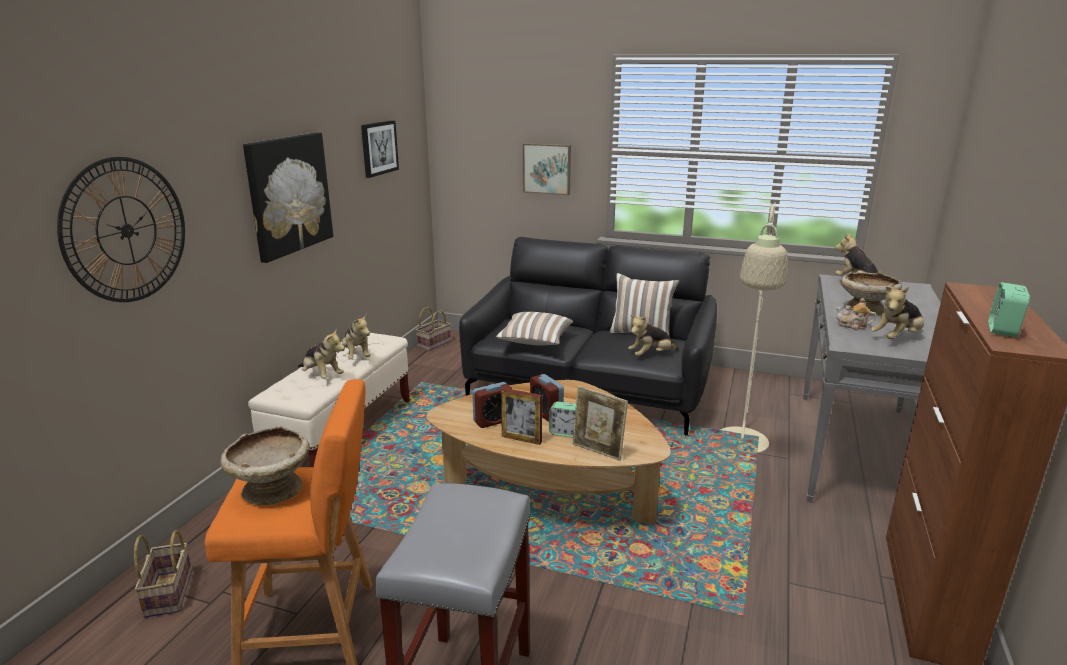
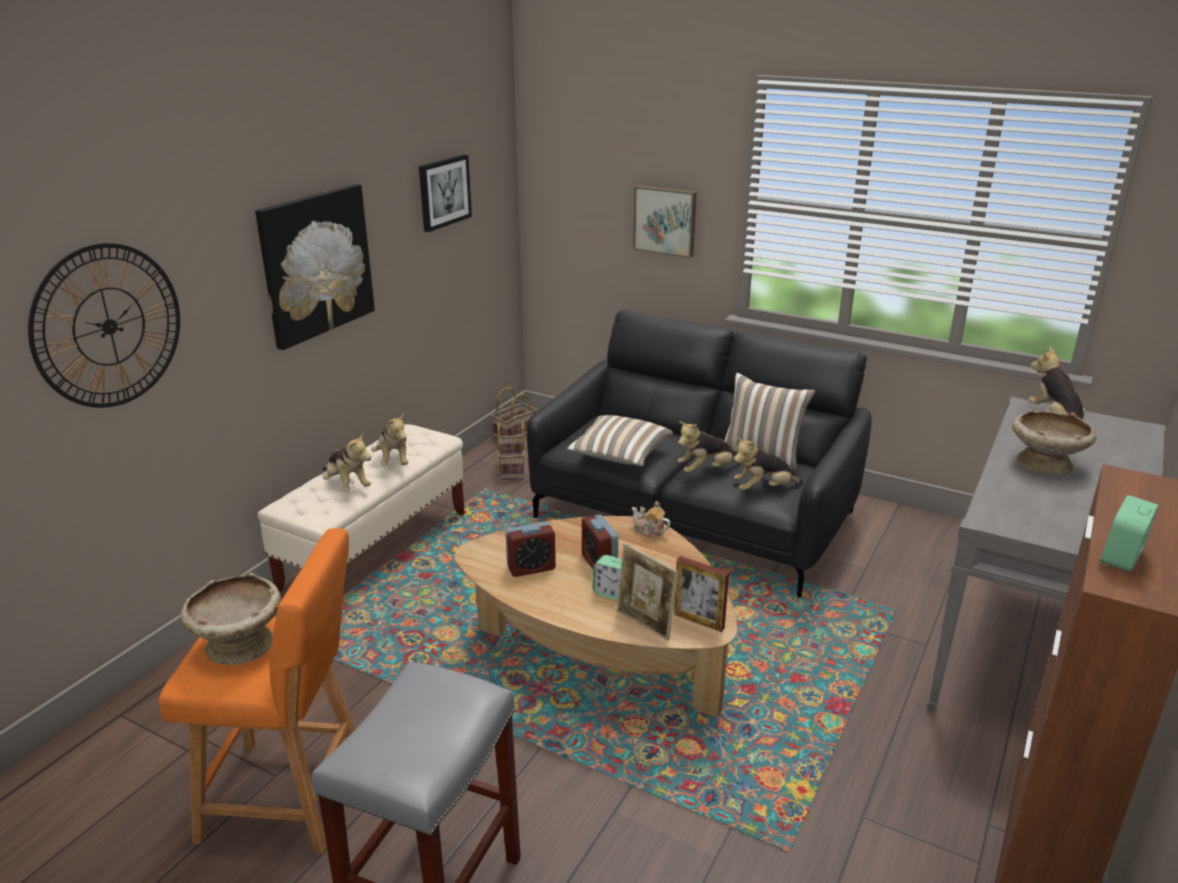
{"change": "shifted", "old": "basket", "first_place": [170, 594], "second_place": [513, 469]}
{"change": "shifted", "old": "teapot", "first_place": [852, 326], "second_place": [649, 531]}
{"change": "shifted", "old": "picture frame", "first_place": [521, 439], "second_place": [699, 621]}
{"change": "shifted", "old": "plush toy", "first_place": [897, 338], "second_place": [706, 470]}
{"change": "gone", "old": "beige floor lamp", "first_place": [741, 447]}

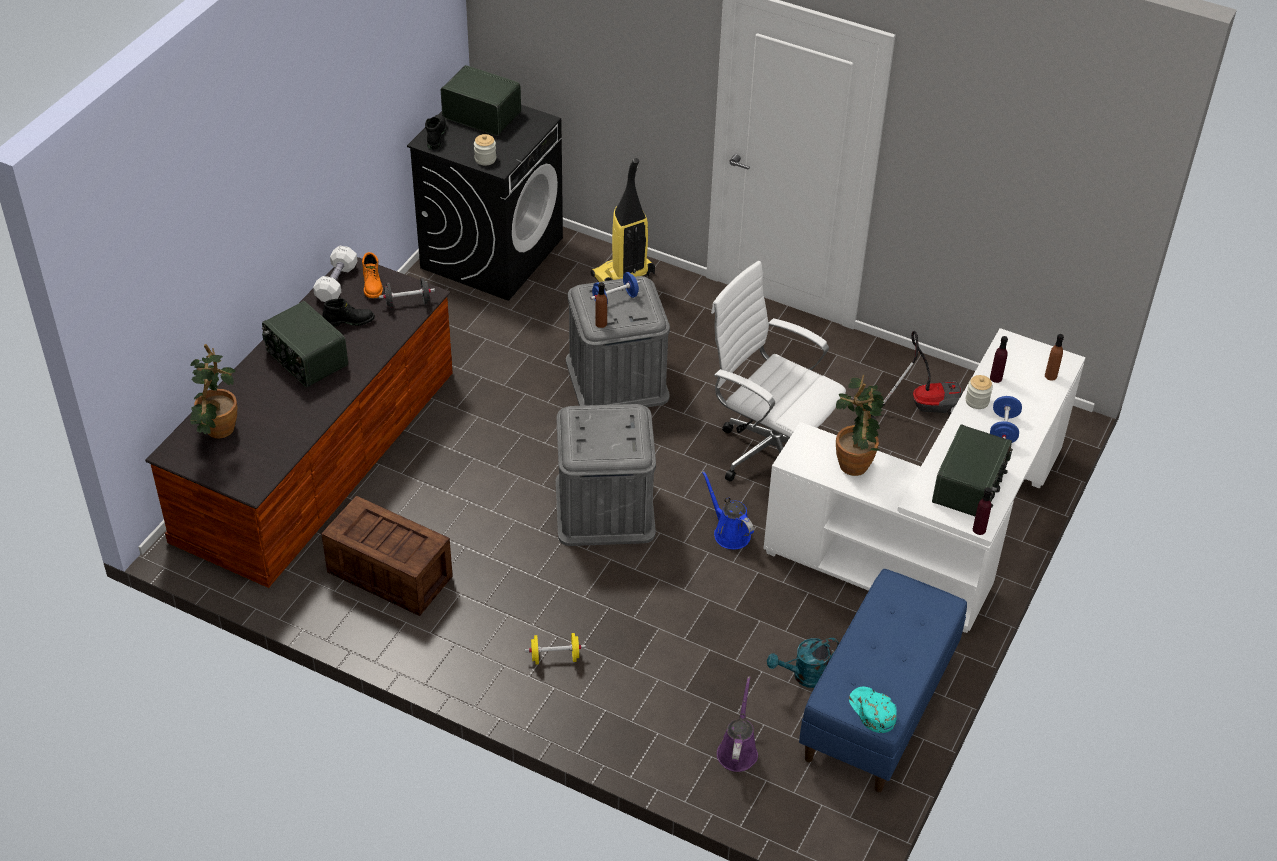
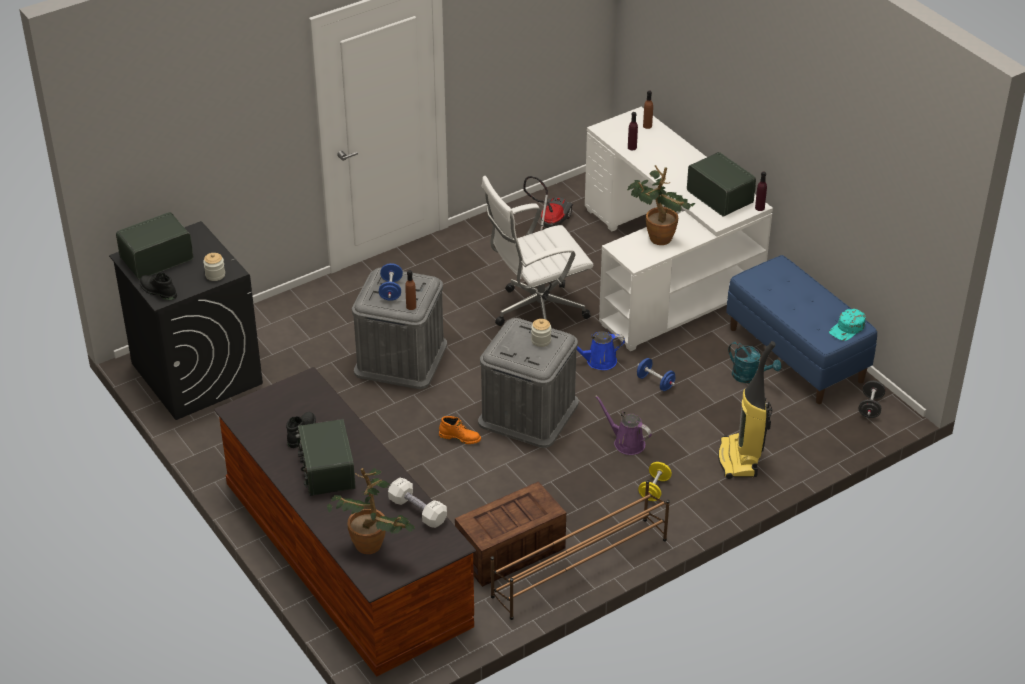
{"change": "rotated", "old": "radio", "first_place": [306, 359], "second_place": [326, 470], "degrees": 90}
{"change": "shifted", "old": "white dumbbell", "first_place": [336, 283], "second_place": [417, 511]}
{"change": "shifted", "old": "orange boot", "first_place": [373, 285], "second_place": [460, 437]}
{"change": "new", "new": "brown shoe rack", "second_place": [579, 568]}
{"change": "shifted", "old": "jar", "first_place": [977, 401], "second_place": [541, 341]}
{"change": "shifted", "old": "purple watering can", "first_place": [737, 750], "second_place": [626, 442]}
{"change": "shifted", "old": "blue dumbbell", "first_place": [1003, 429], "second_place": [655, 382]}
{"change": "shifted", "old": "vacuum cleaner", "first_place": [623, 276], "second_place": [740, 459]}
{"change": "rotated", "old": "turquoise watering can", "first_place": [804, 676], "second_place": [750, 376], "degrees": -60}
{"change": "rotated", "old": "turquoise cap", "first_place": [872, 711], "second_place": [847, 329], "degrees": -45}
{"change": "shifted", "old": "black dumbbell", "first_place": [407, 303], "second_place": [870, 407]}

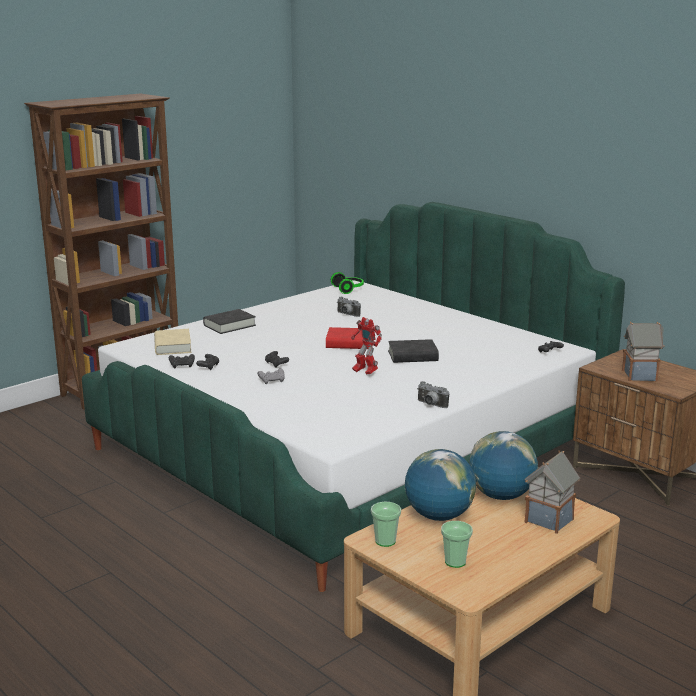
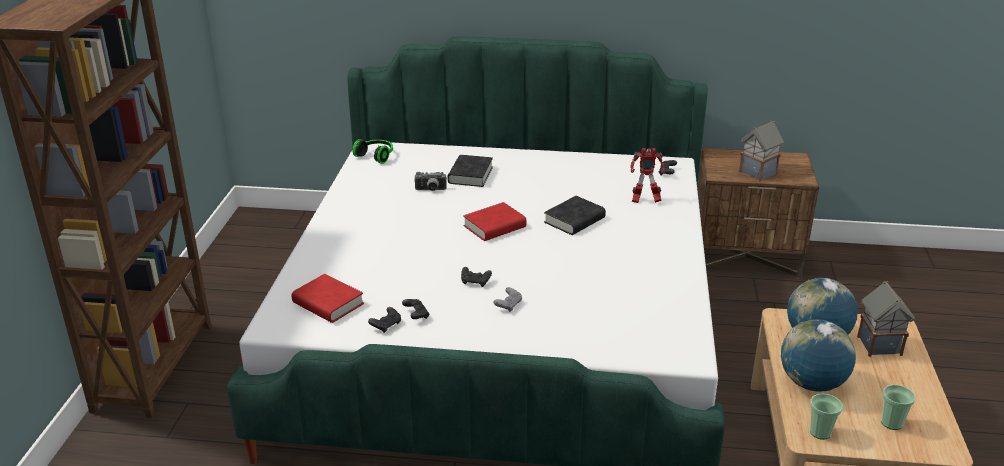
{"change": "repainted", "old": "beige book", "new": "red book", "first_place": [172, 346], "second_place": [328, 303]}
{"change": "shifted", "old": "black book", "first_place": [229, 325], "second_place": [470, 175]}
{"change": "shifted", "old": "toy robot", "first_place": [364, 372], "second_place": [644, 201]}
{"change": "gone", "old": "photo camera", "first_place": [430, 405]}

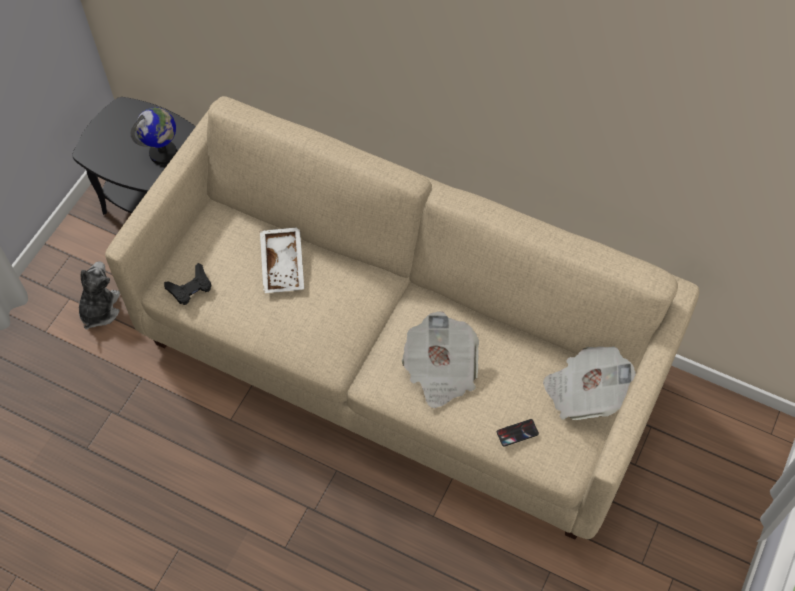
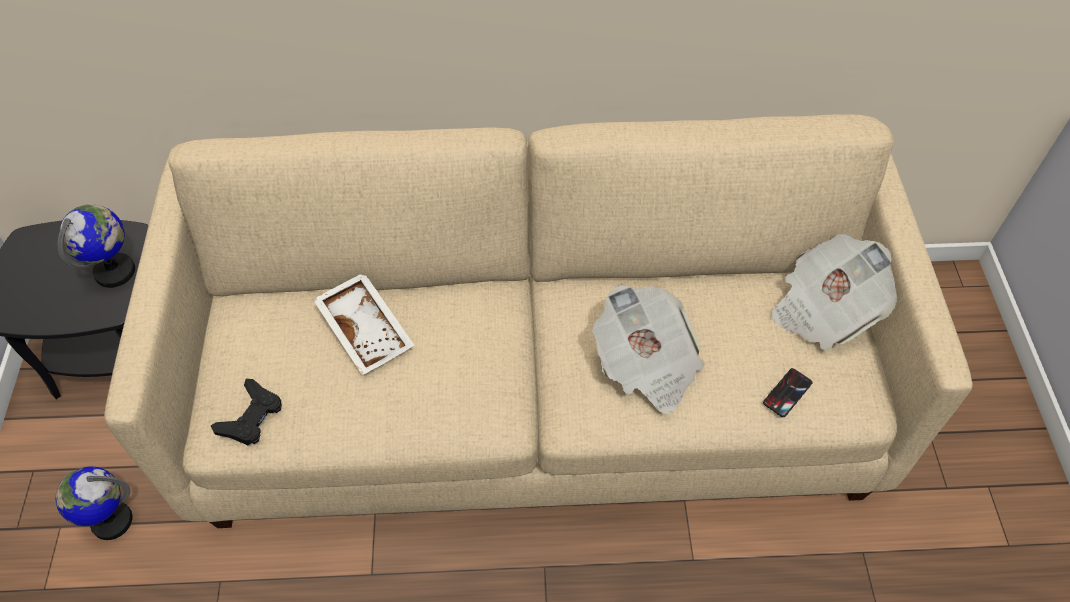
{"change": "swapped", "old": "plush toy", "new": "globe", "first_place": [99, 309], "second_place": [111, 521]}

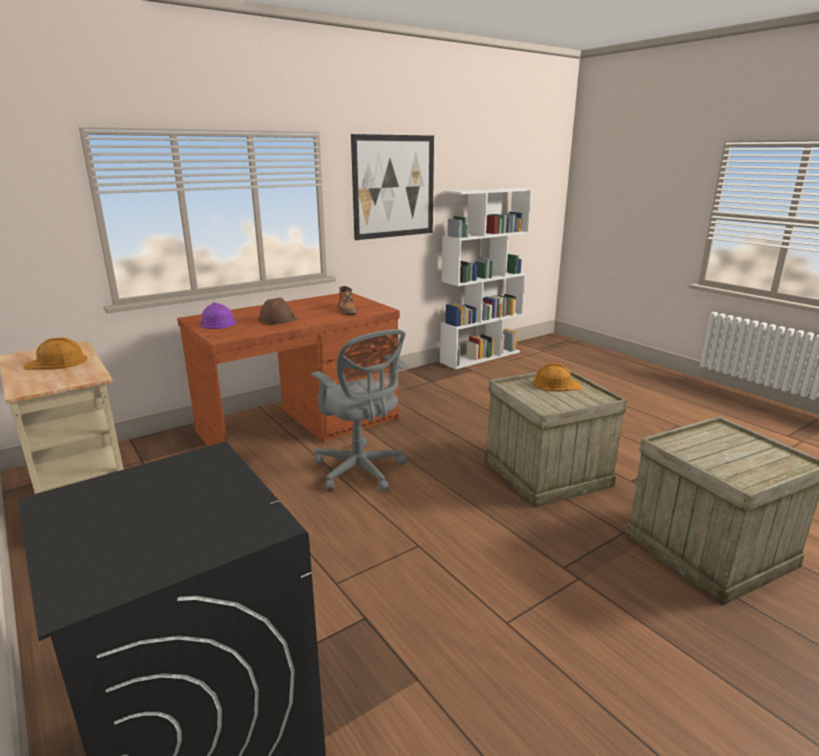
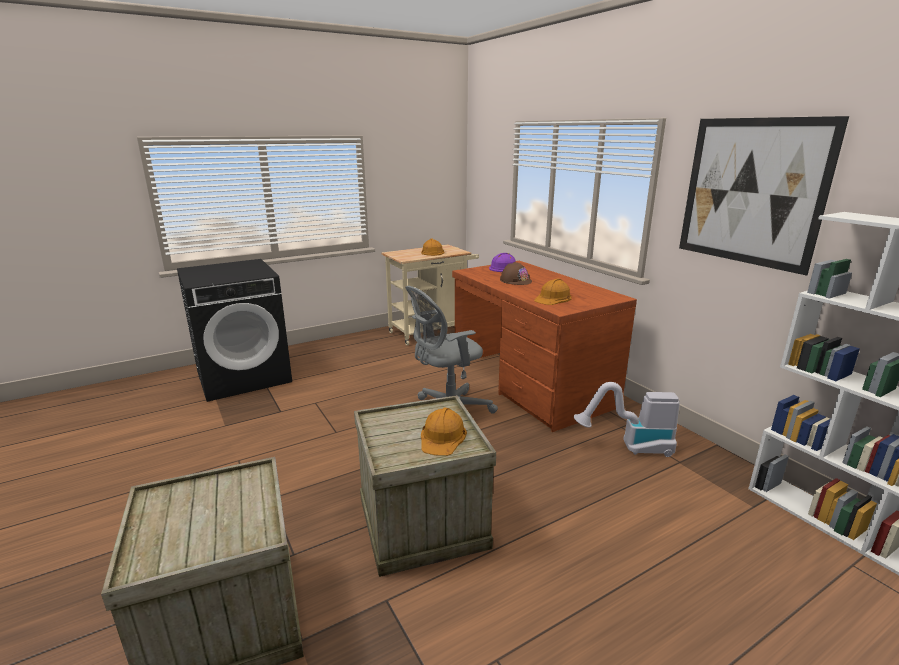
{"change": "swapped", "old": "brown boot", "new": "orange hard hat", "first_place": [347, 310], "second_place": [553, 298]}
{"change": "new", "new": "vacuum cleaner", "second_place": [630, 447]}

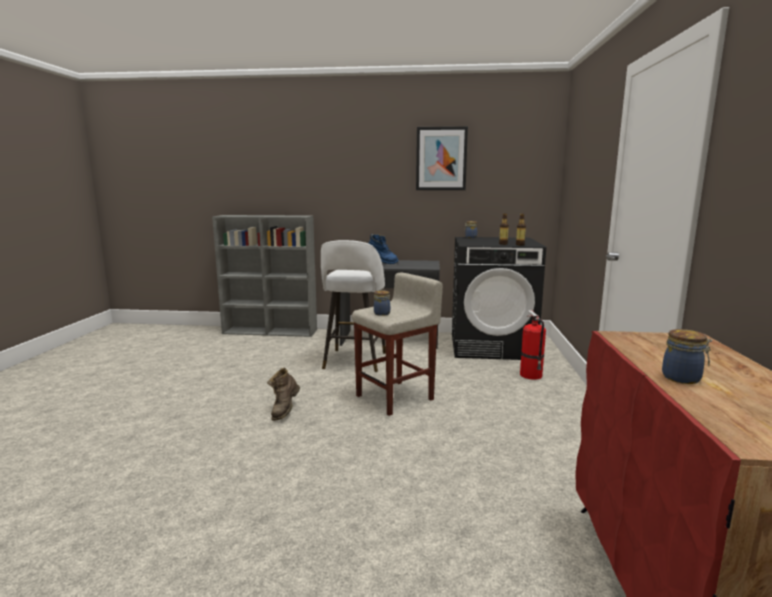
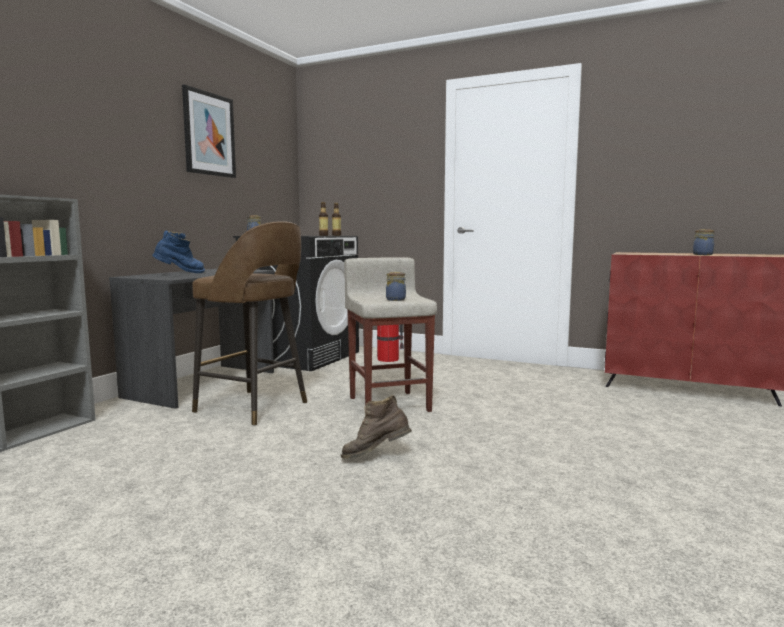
{"change": "repainted", "old": "white stool", "new": "brown stool", "first_place": [354, 361], "second_place": [254, 408]}
{"change": "rotated", "old": "brown boot", "first_place": [284, 411], "second_place": [375, 456], "degrees": 135}

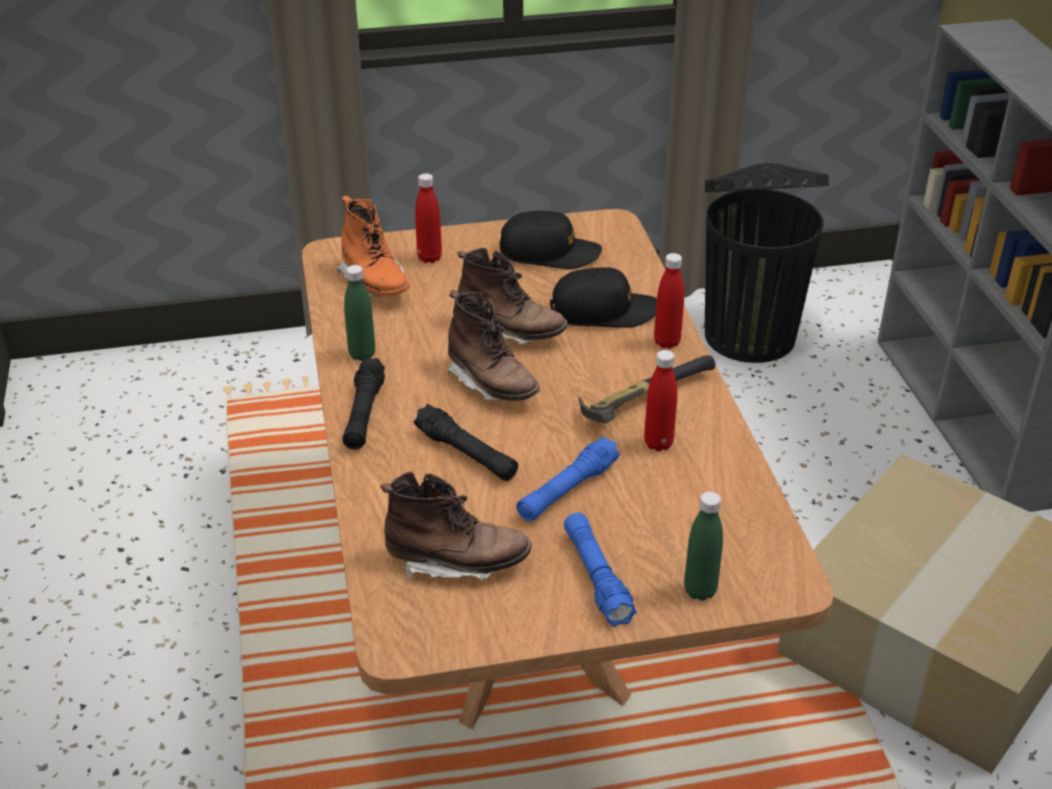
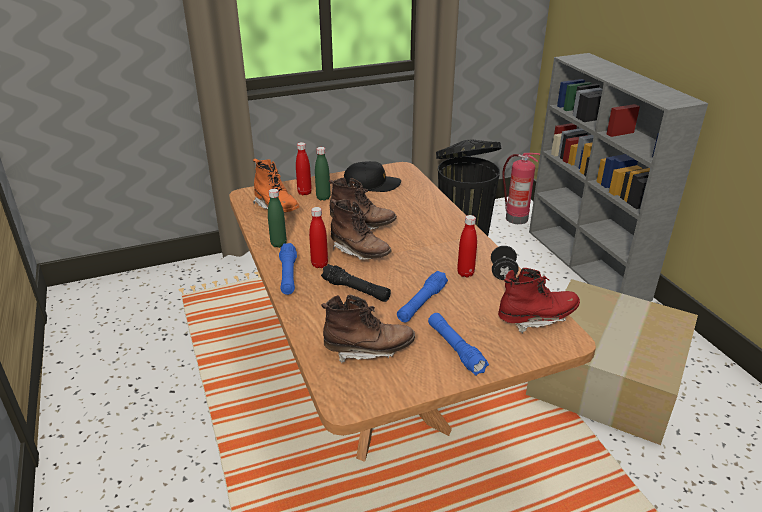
{"change": "repainted", "old": "black flashlight", "new": "blue flashlight", "first_place": [364, 414], "second_place": [288, 275]}
{"change": "shifted", "old": "red bottle", "first_place": [667, 342], "second_place": [319, 264]}
{"change": "shifted", "old": "green bottle", "first_place": [700, 590], "second_place": [323, 198]}
{"change": "new", "new": "black dumbbell", "second_place": [503, 273]}
{"change": "new", "new": "red boot", "second_place": [536, 319]}
{"change": "new", "new": "fire extinguisher", "second_place": [515, 218]}
{"change": "gone", "old": "black cap", "first_place": [603, 311]}
{"change": "gone", "old": "hammer", "first_place": [640, 400]}

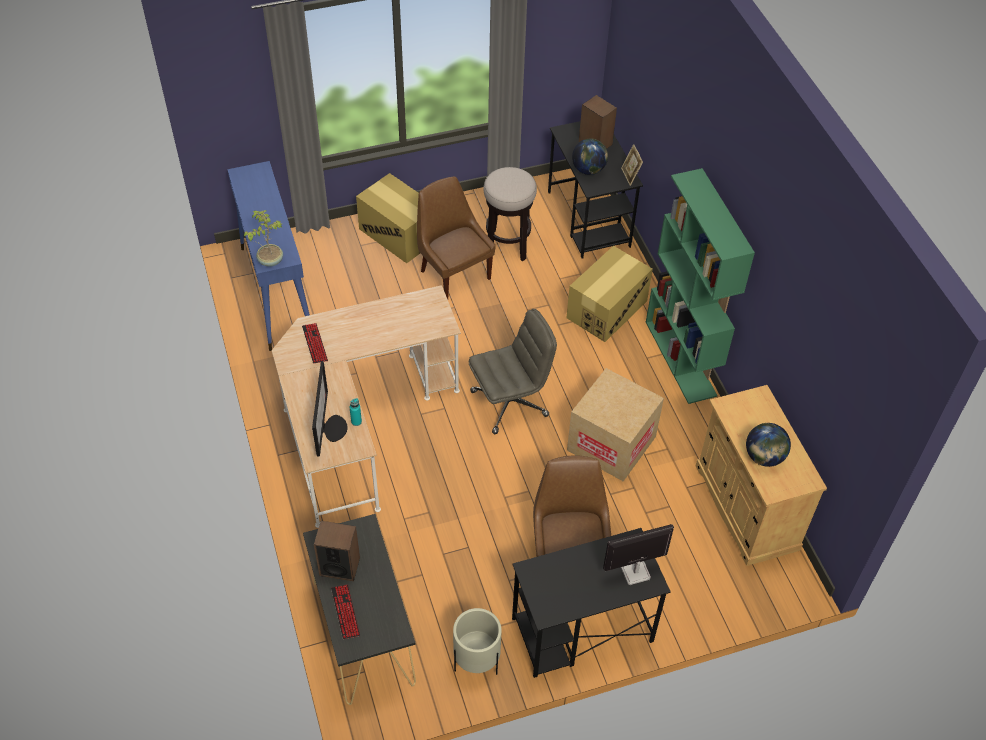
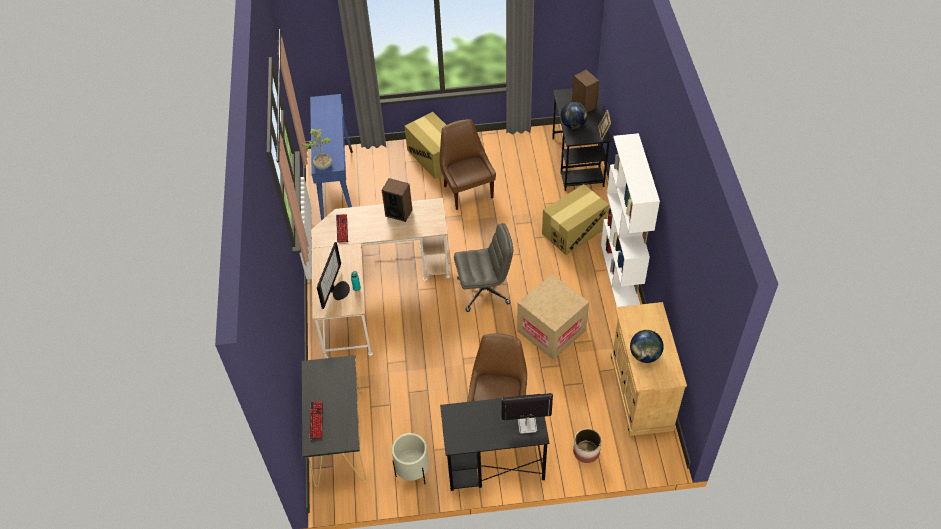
{"change": "shifted", "old": "speaker", "first_place": [339, 566], "second_place": [398, 213]}
{"change": "new", "new": "planter", "second_place": [586, 452]}
{"change": "repainted", "old": "green bookcase", "new": "white bookcase", "first_place": [681, 358], "second_place": [620, 275]}
{"change": "gone", "old": "stool", "first_place": [507, 245]}

